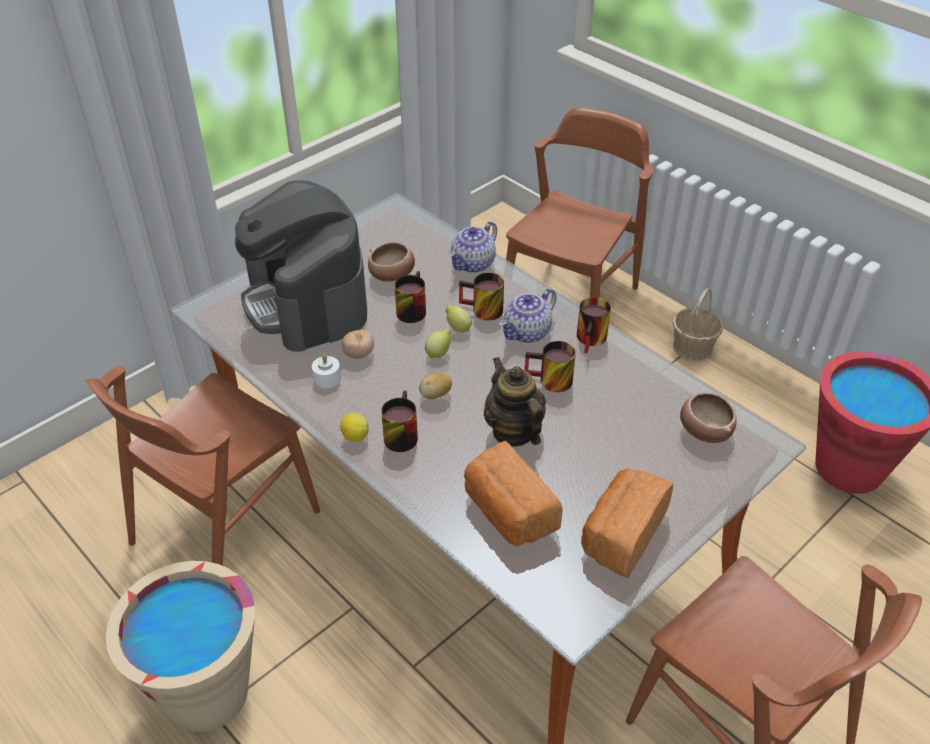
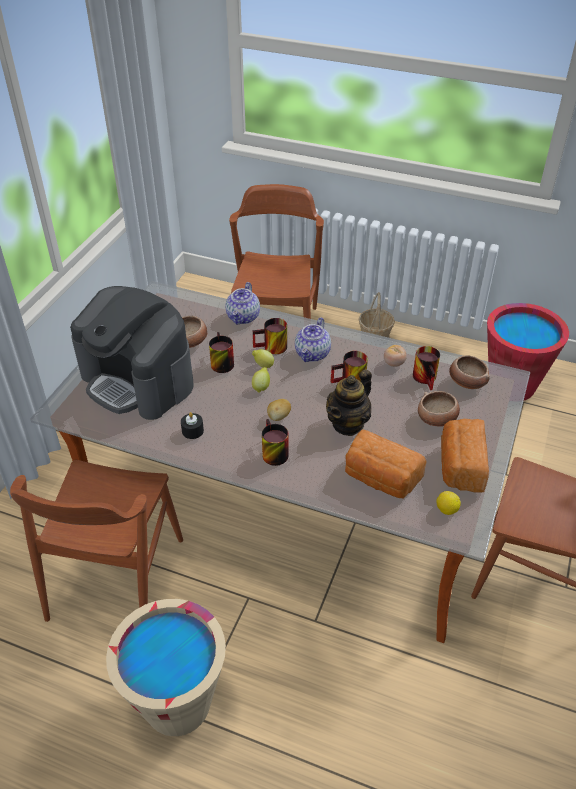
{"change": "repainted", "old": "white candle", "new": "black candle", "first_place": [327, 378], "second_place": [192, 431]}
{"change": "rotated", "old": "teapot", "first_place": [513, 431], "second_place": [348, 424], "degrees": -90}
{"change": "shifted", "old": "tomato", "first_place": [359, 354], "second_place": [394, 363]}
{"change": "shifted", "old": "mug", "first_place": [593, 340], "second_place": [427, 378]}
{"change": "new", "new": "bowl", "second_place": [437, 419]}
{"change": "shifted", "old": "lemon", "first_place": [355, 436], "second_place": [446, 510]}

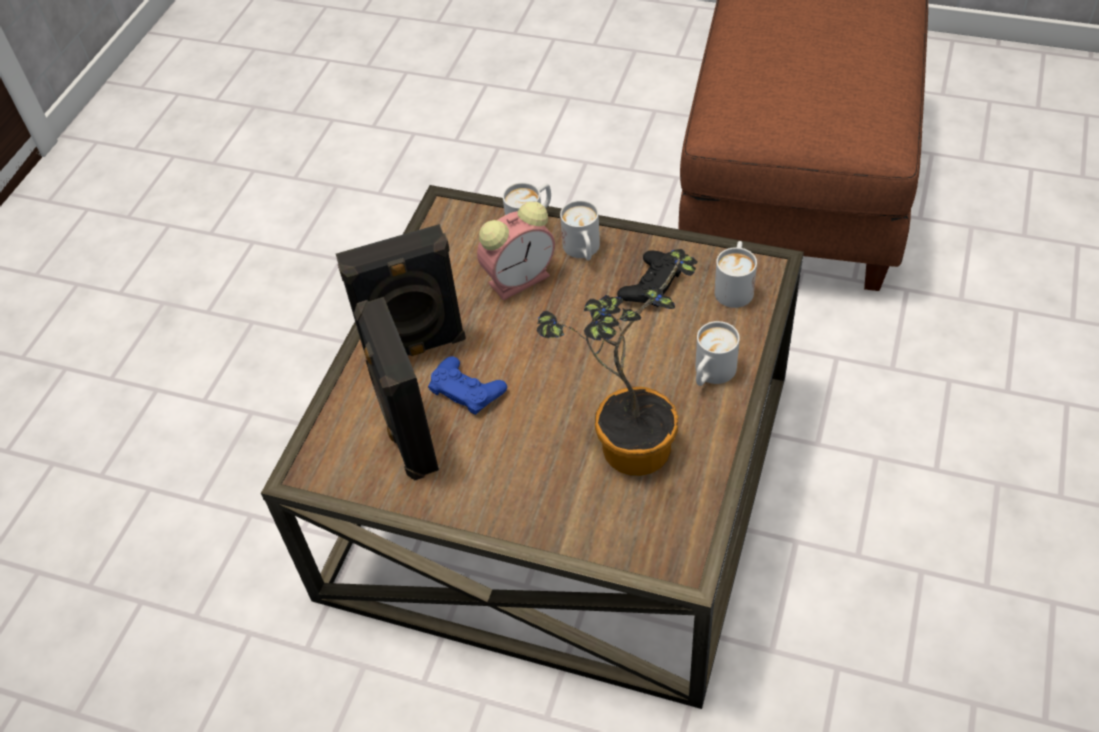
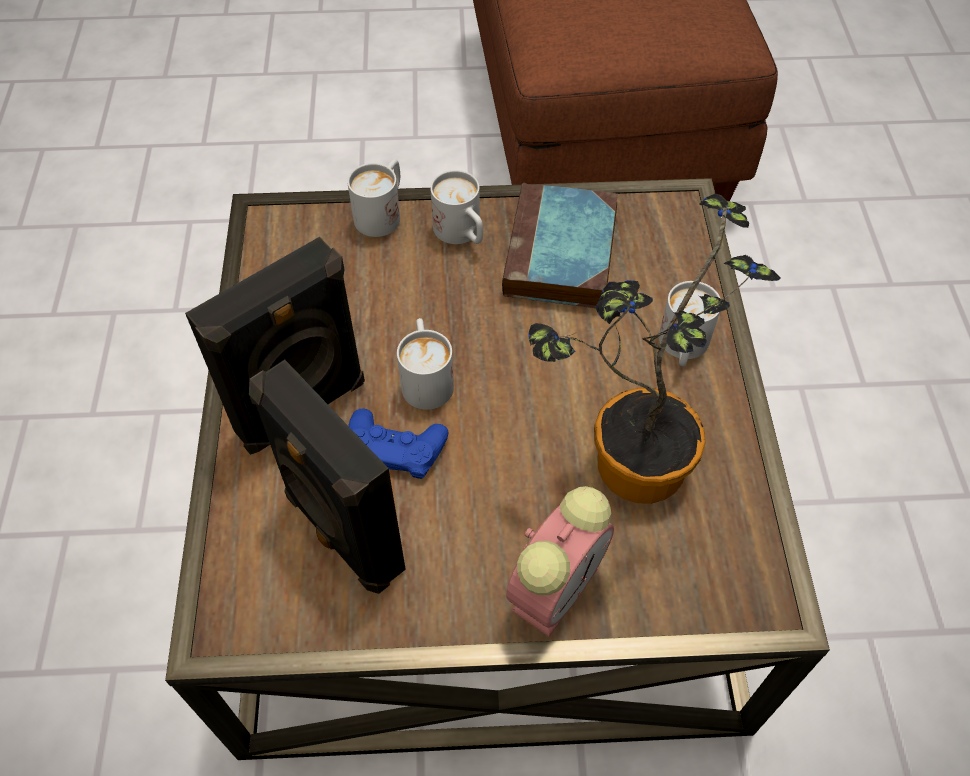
{"change": "shifted", "old": "white mug", "first_place": [735, 286], "second_place": [426, 377]}
{"change": "swapped", "old": "black game controller", "new": "book", "first_place": [651, 284], "second_place": [561, 256]}
{"change": "shifted", "old": "alarm clock", "first_place": [521, 278], "second_place": [556, 586]}

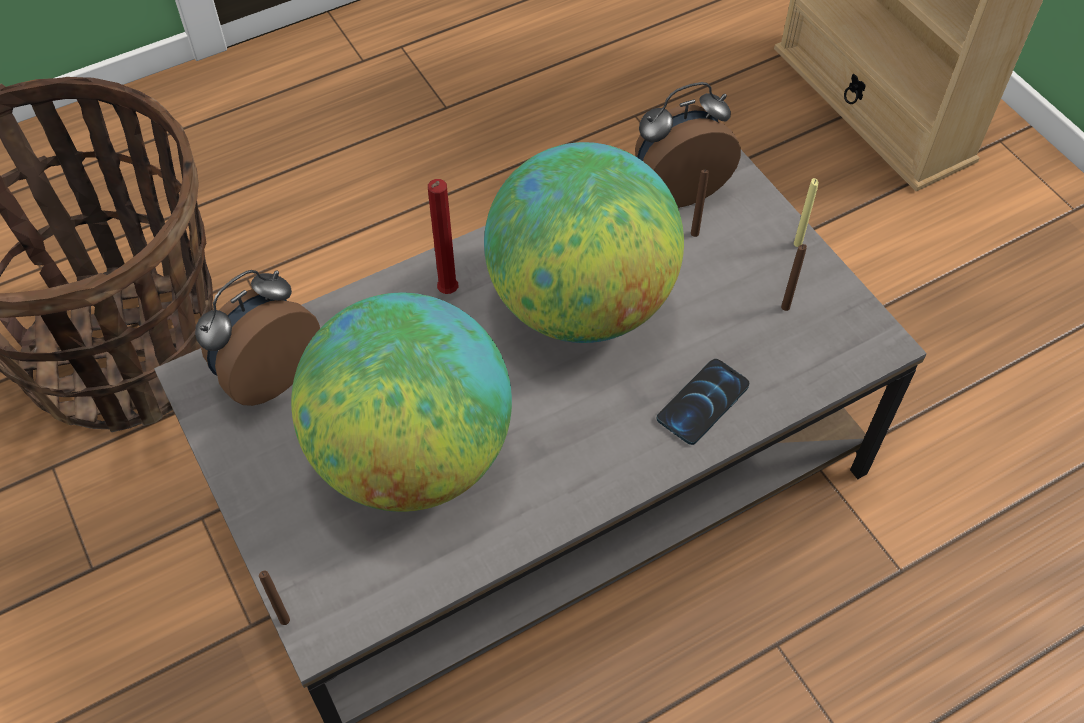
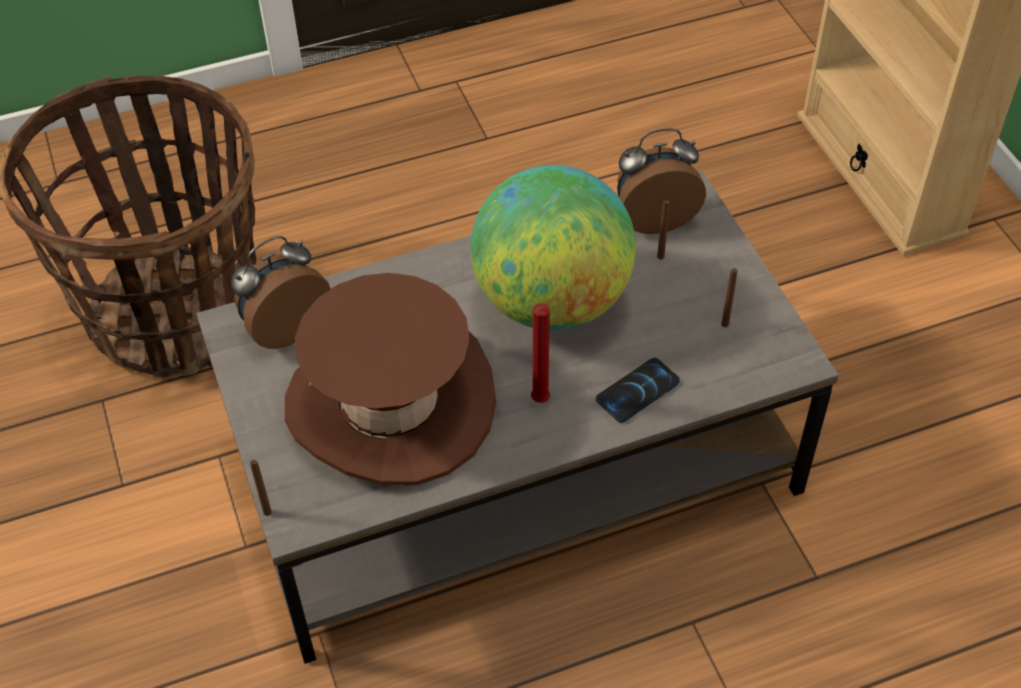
{"change": "swapped", "old": "globe", "new": "brown hat", "first_place": [412, 455], "second_place": [390, 403]}
{"change": "shifted", "old": "red candle", "first_place": [447, 294], "second_place": [539, 402]}
{"change": "gone", "old": "yellow candle", "first_place": [797, 244]}

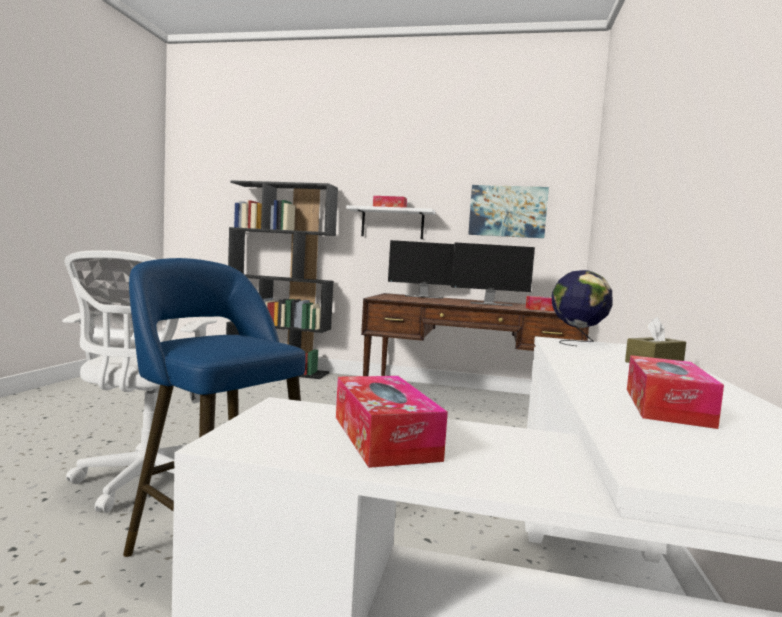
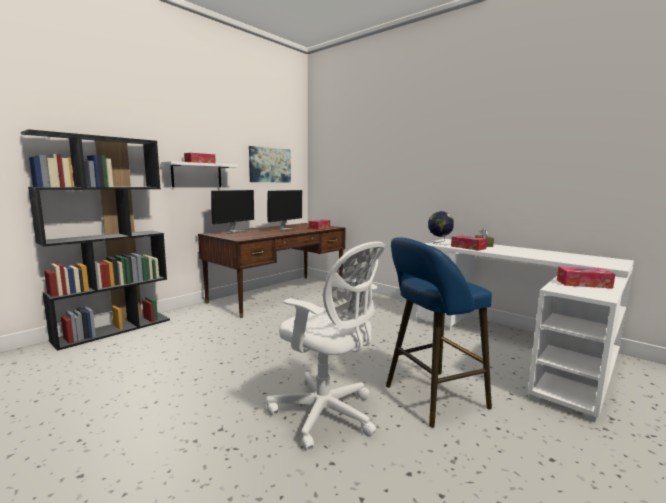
{"change": "shifted", "old": "tissue box", "first_place": [666, 406], "second_place": [468, 247]}

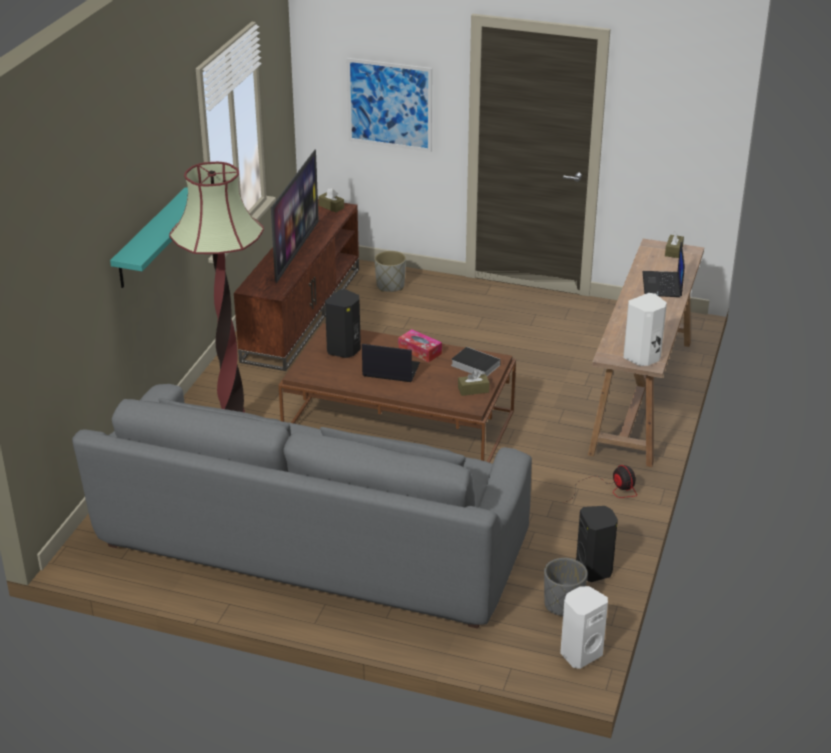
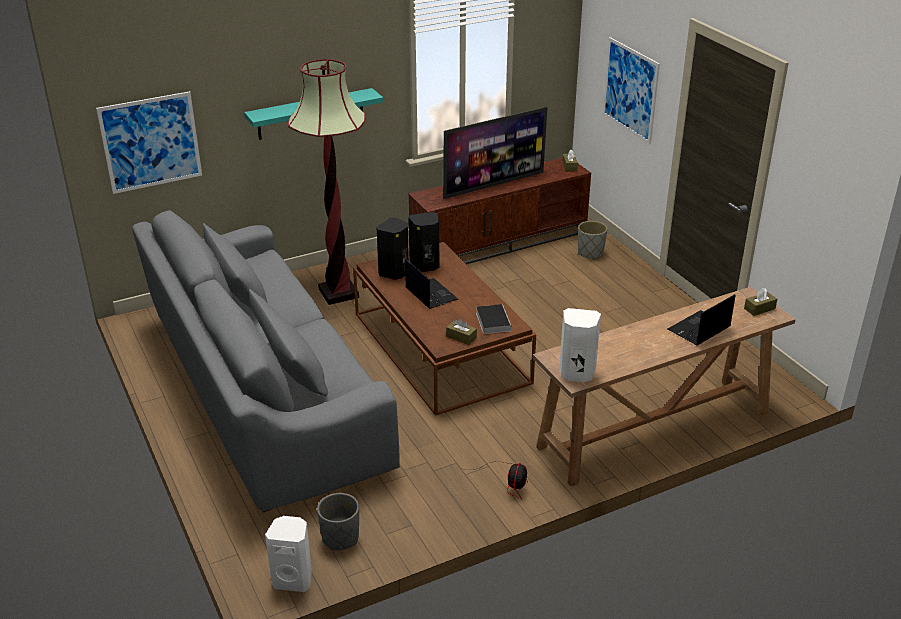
{"change": "new", "new": "picture", "second_place": [151, 142]}
{"change": "shifted", "old": "black speaker", "first_place": [595, 570], "second_place": [395, 273]}
{"change": "gone", "old": "tissue box", "first_place": [420, 351]}

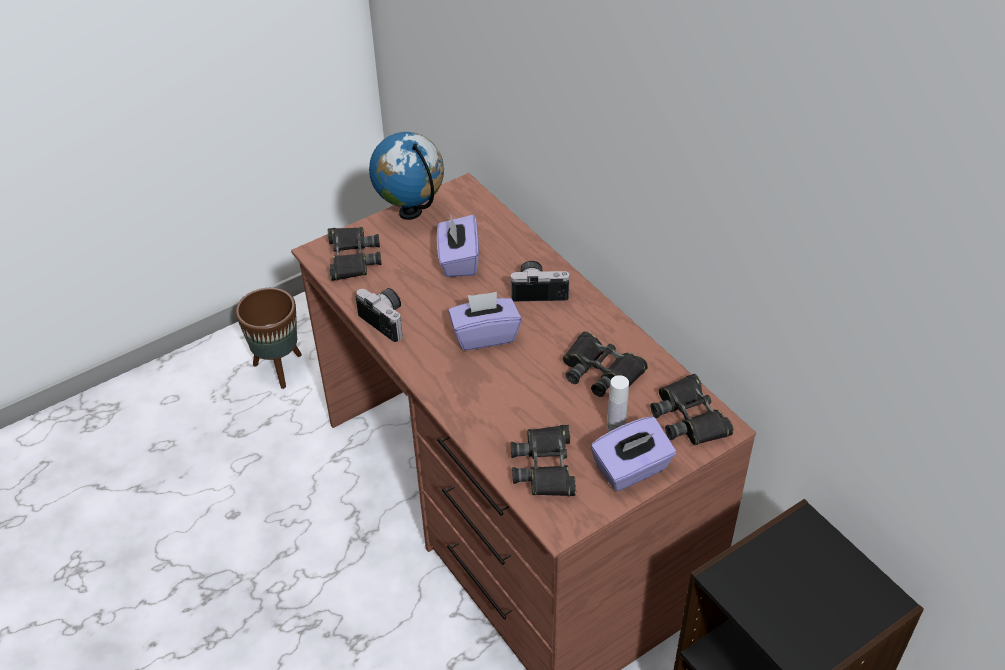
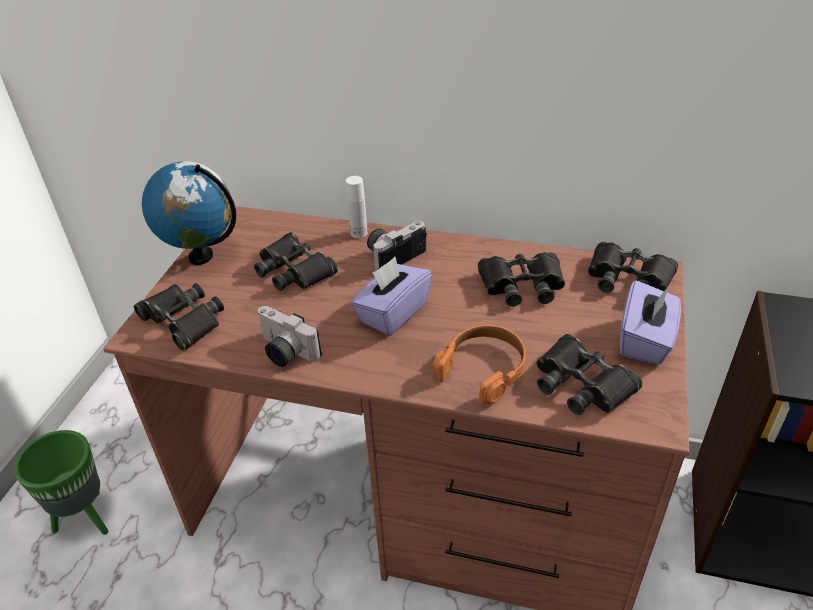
{"change": "repainted", "old": "brown planter", "new": "green planter", "first_place": [279, 368], "second_place": [85, 518]}
{"change": "swapped", "old": "purple tissue box", "new": "black binoculars", "first_place": [458, 260], "second_place": [294, 270]}
{"change": "rotated", "old": "photo camera", "first_place": [387, 320], "second_place": [284, 352], "degrees": -150}
{"change": "shifted", "old": "white bottle", "first_place": [616, 427], "second_place": [359, 233]}
{"change": "new", "new": "orange headphones", "second_place": [483, 368]}

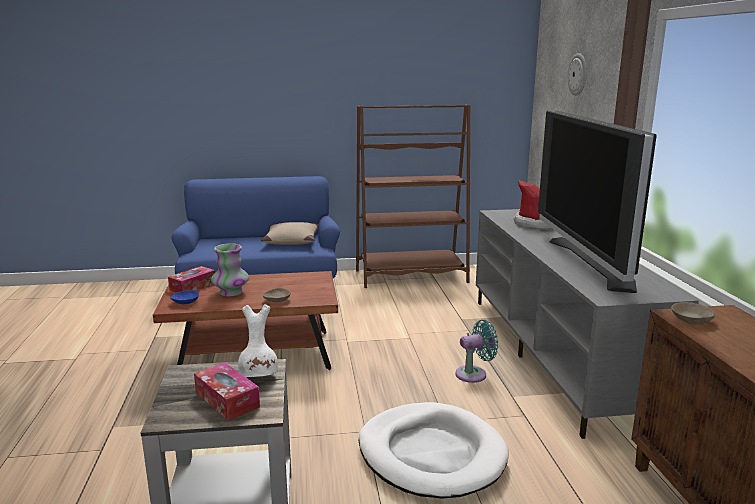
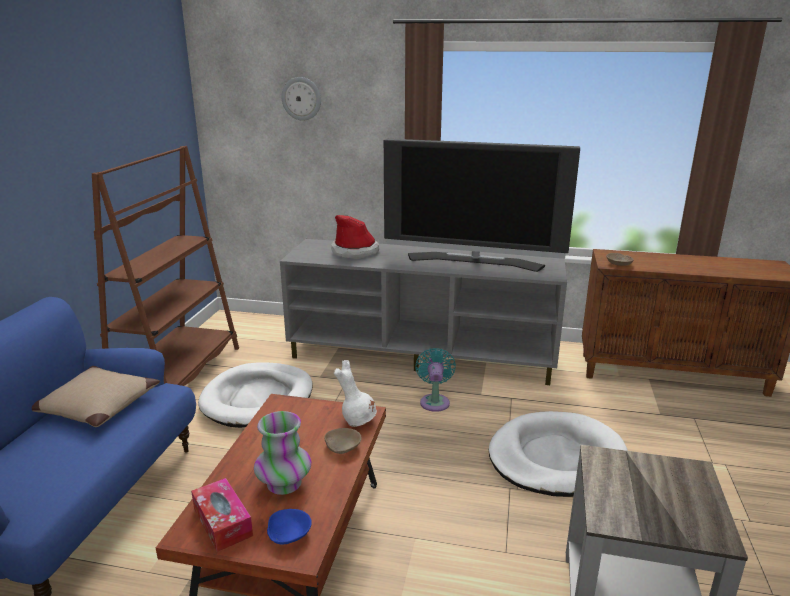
{"change": "new", "new": "white dog bed", "second_place": [258, 399]}
{"change": "shifted", "old": "white vase", "first_place": [259, 377], "second_place": [358, 420]}
{"change": "gone", "old": "tissue box", "first_place": [227, 400]}

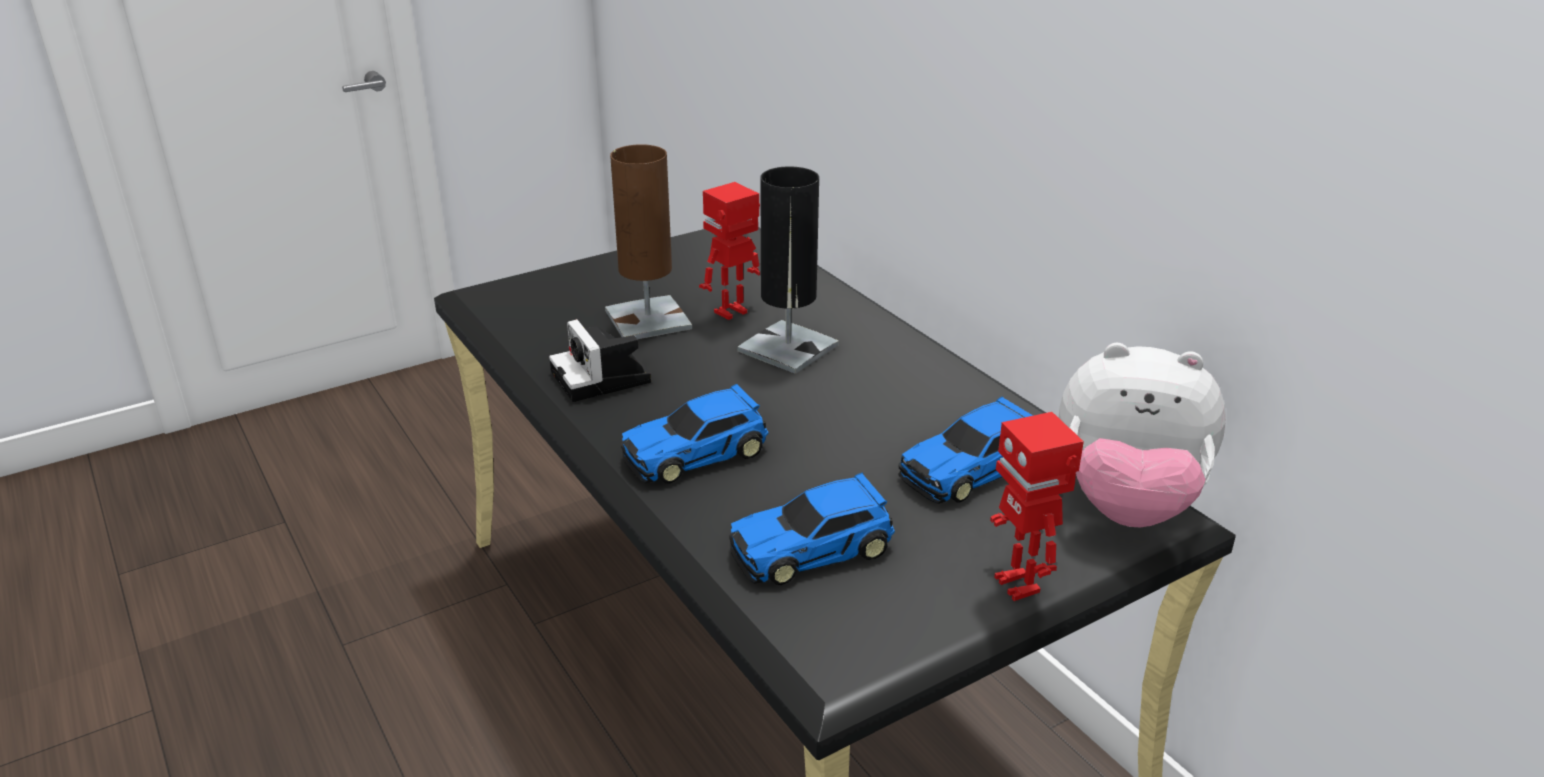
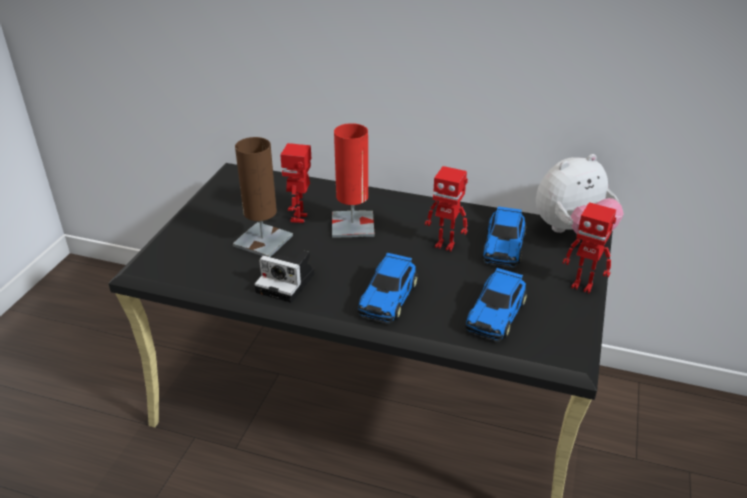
{"change": "repainted", "old": "black table lamp", "new": "red table lamp", "first_place": [788, 348], "second_place": [352, 225]}
{"change": "new", "new": "toy robot", "second_place": [445, 245]}

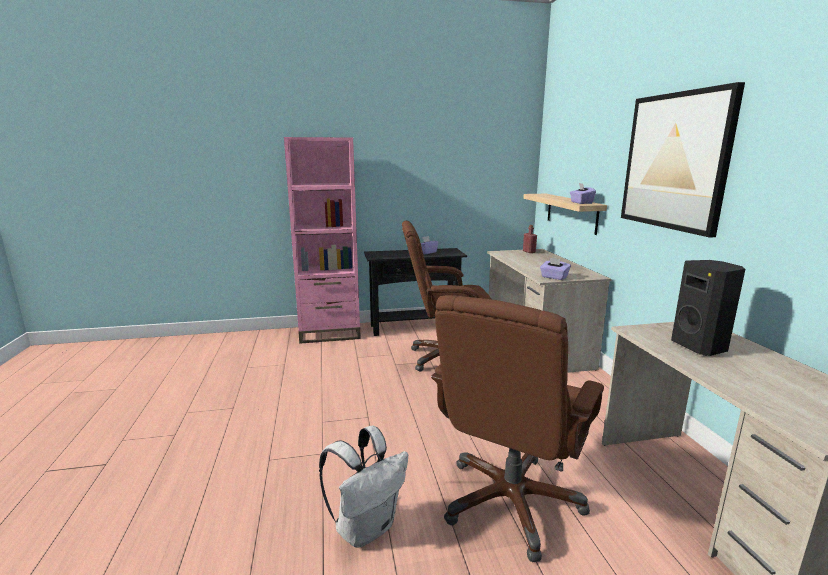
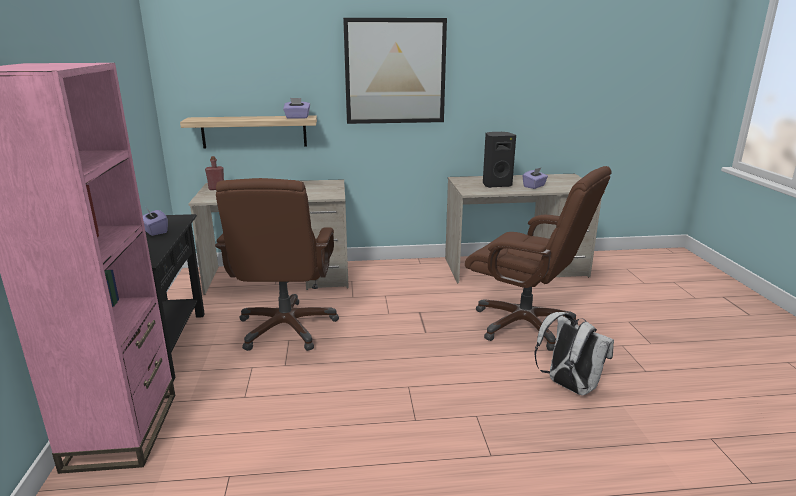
{"change": "shifted", "old": "purple tissue box", "first_place": [554, 277], "second_place": [534, 186]}

